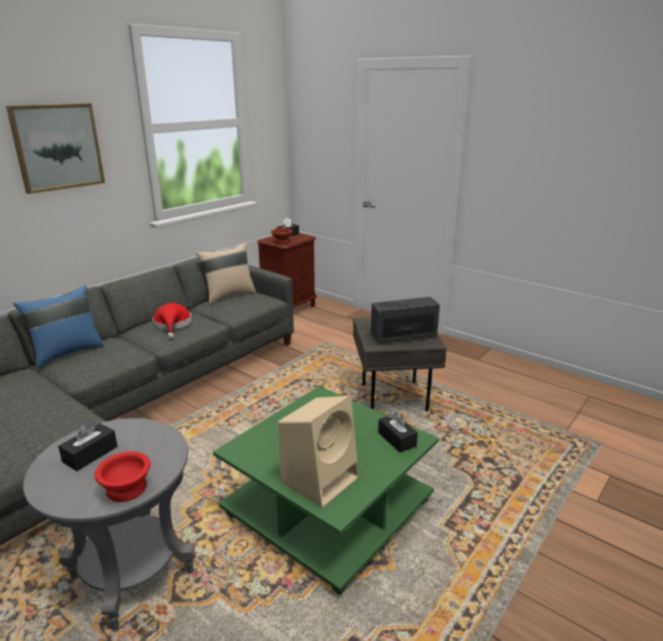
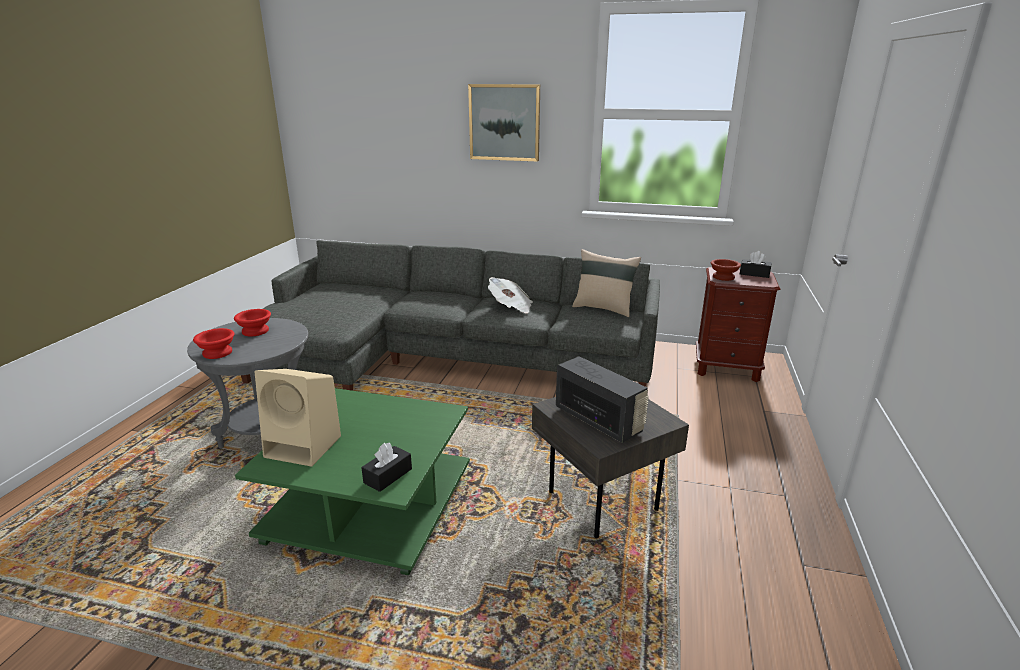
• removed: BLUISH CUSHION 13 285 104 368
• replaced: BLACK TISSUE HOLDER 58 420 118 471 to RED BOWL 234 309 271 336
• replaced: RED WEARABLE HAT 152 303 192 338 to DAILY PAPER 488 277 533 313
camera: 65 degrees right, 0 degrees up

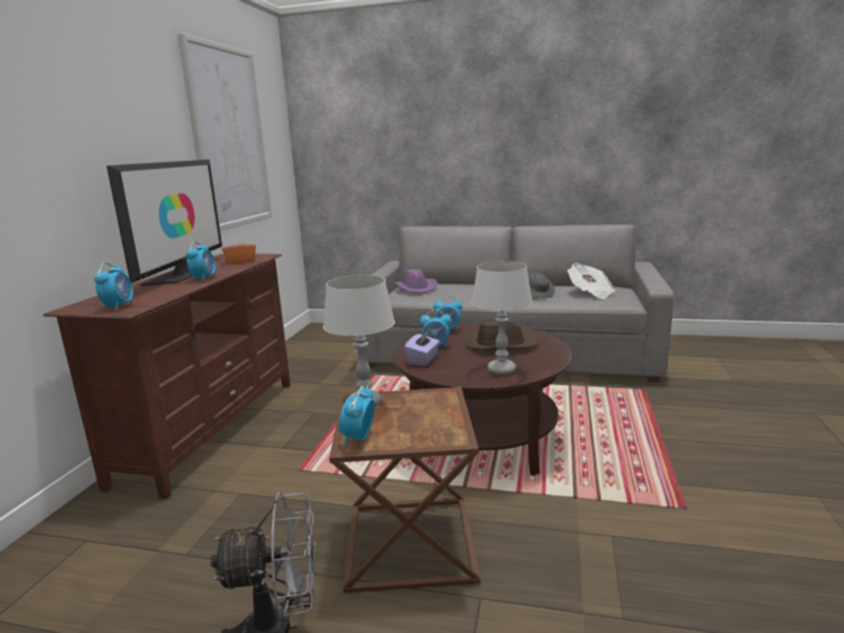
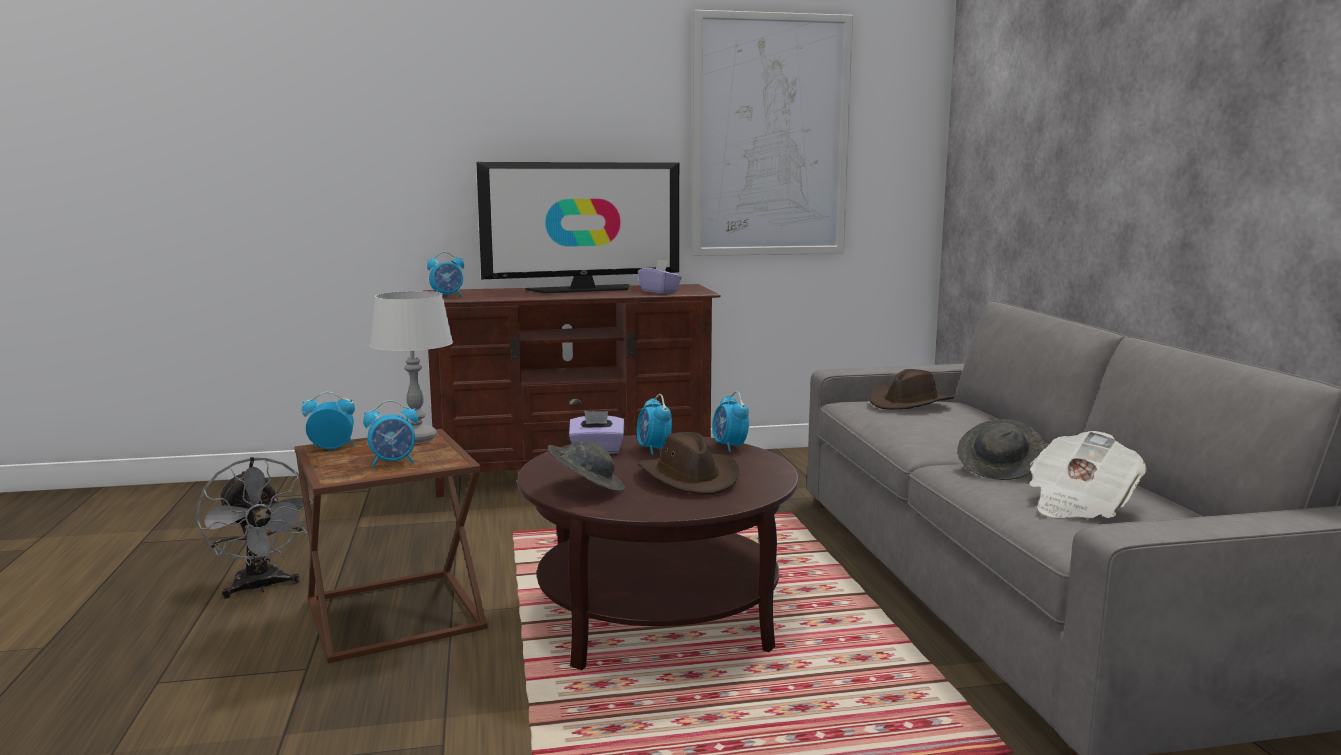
• moved: TABLE CLOCK 186 241 216 281 to 363 400 418 467
• replaced: GRAY TABLETOP LAMP 472 261 533 375 to GRAY WEARABLE HAT 548 441 625 491
• recoloured: ORANGE TISSUE HOLDER 222 236 256 264 to PURPLE-COLOURED TISSUE HOLDER 638 260 682 294
• recoloured: PURPLE-COLOURED WEARABLE HAT 394 269 437 293 to BROWNISH WEARABLE HAT 869 369 954 410
camera: 65 degrees right, 5 degrees down

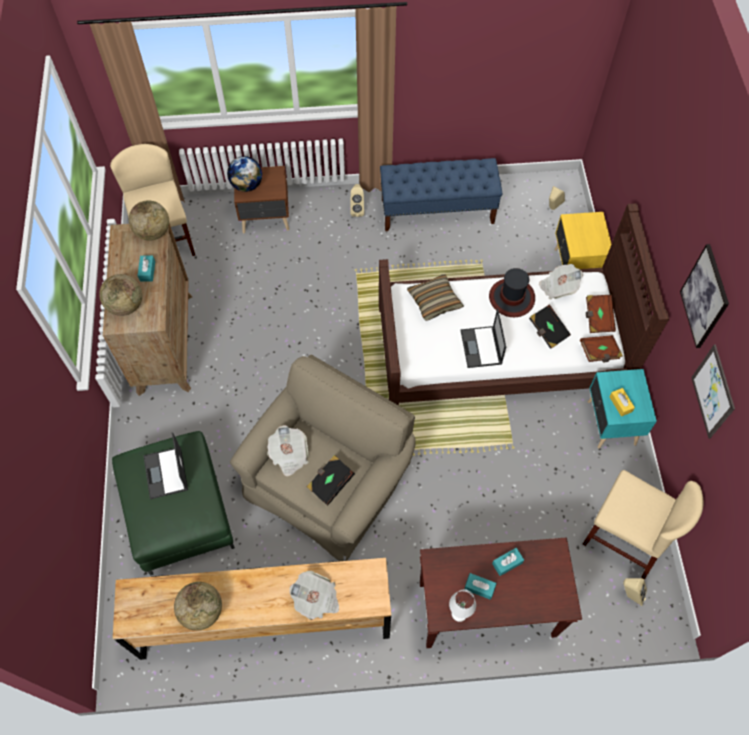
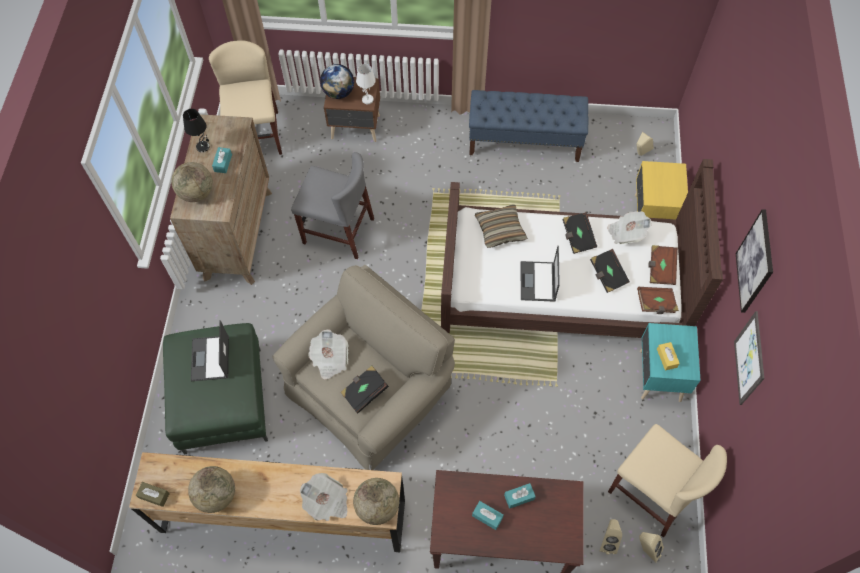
• added: BROWNISH TISSUE HOLDER 136 482 170 507
• added: BLACK TABLETOP LAMP 183 109 210 152
• added: GRAY UPRIGHT CHAIR 291 152 374 259
• moved: GLOBE 129 200 169 240 to 353 478 399 525
• moved: BEIGE-COLOURED AUDIO SPEAKER 350 184 364 217 to 600 519 622 555
• moved: WHITE TABLETOP LAMP 449 589 476 622 to 356 64 376 104
• replaced: WEARABLE HAT 489 268 535 317 to BLACK BOUND BOOK 562 212 597 254
camera: 10 degrees right, 0 degrees up

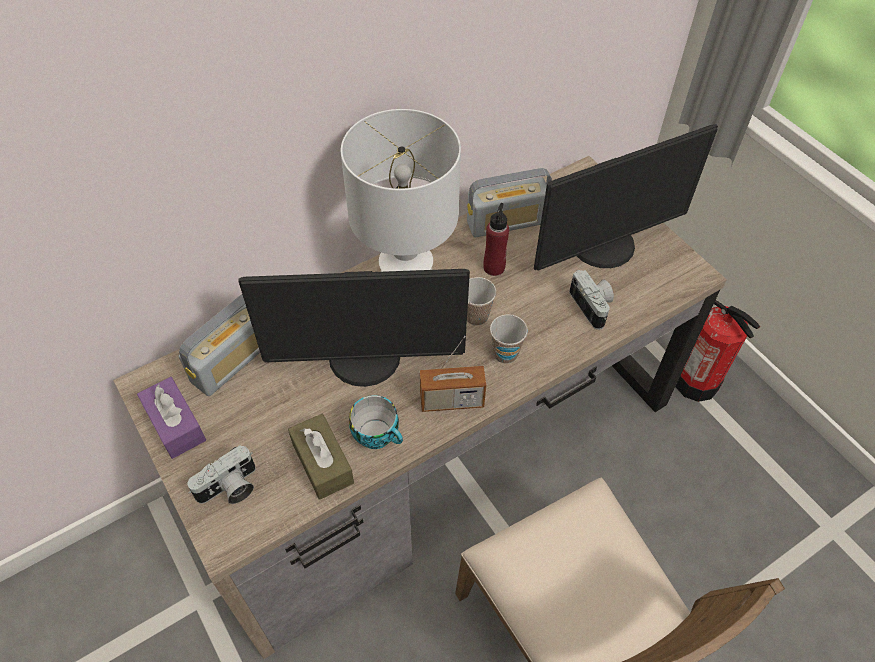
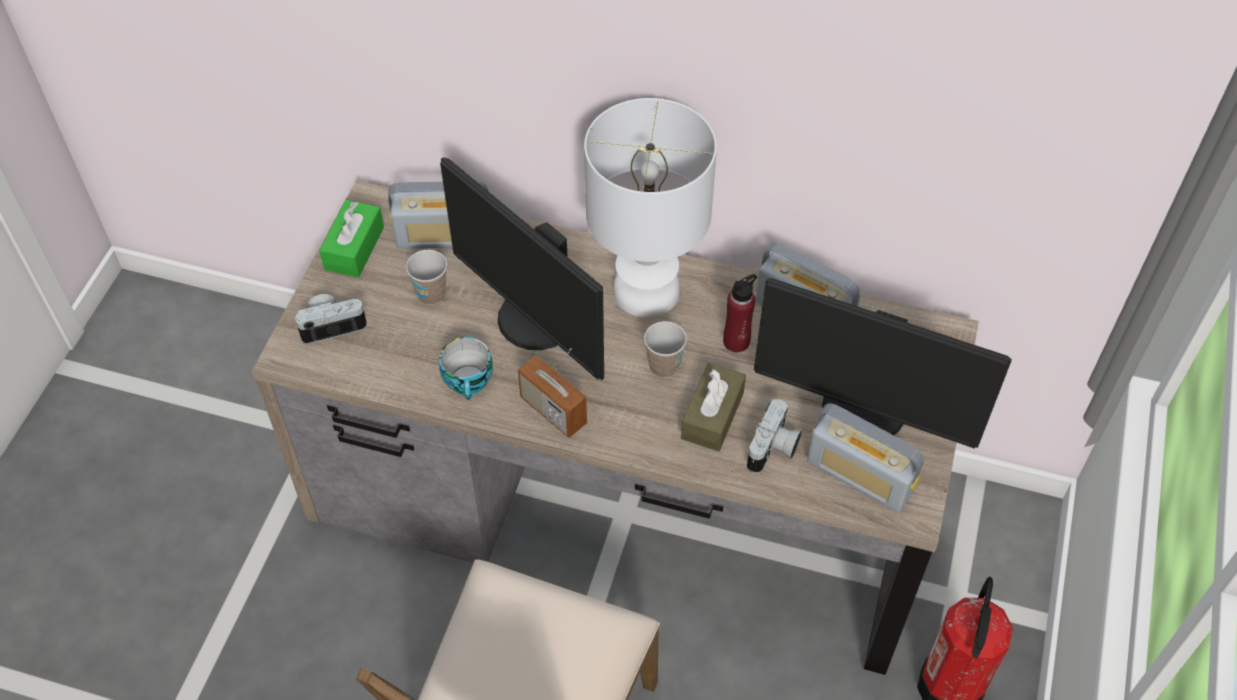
• added: RADIO 807 403 924 512
• moved: BROWNISH TISSUE HOLDER 288 414 354 500 to 681 363 746 452
• moved: SMALL CUP 490 314 528 364 to 406 250 447 305
• recoloured: PURPLE-COLOURED TISSUE HOLDER 137 377 206 459 to GREEN-COLOURED TISSUE HOLDER 319 200 384 277
• turned: STILL CAMERA 187 445 255 504 = 295 294 367 344 150 degrees clockwise
camera: 50 degrees right, 0 degrees up

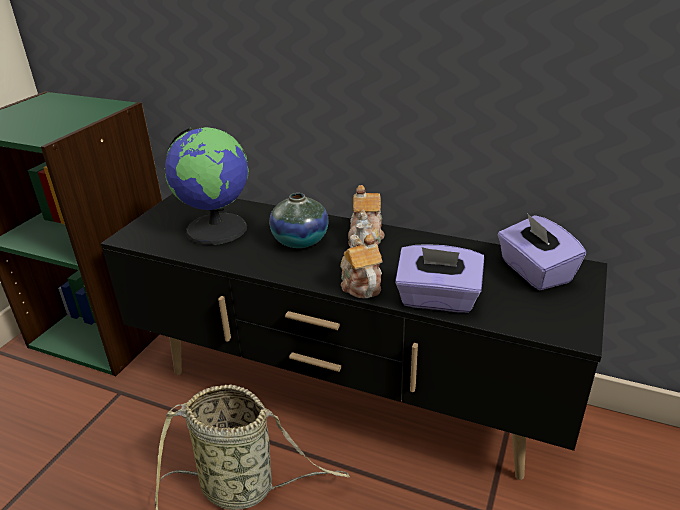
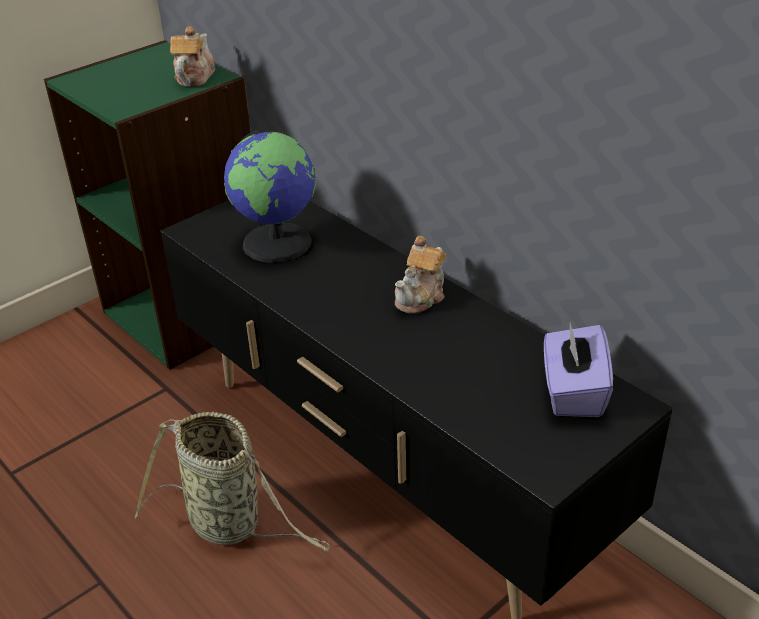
• removed: DECORATIVE VASE 269 193 329 248
• removed: PURPLE-COLOURED TISSUE HOLDER 395 244 484 313
• moved: TEA POT 340 234 382 298 to 170 26 215 87
camera: 25 degrees right, 5 degrees up

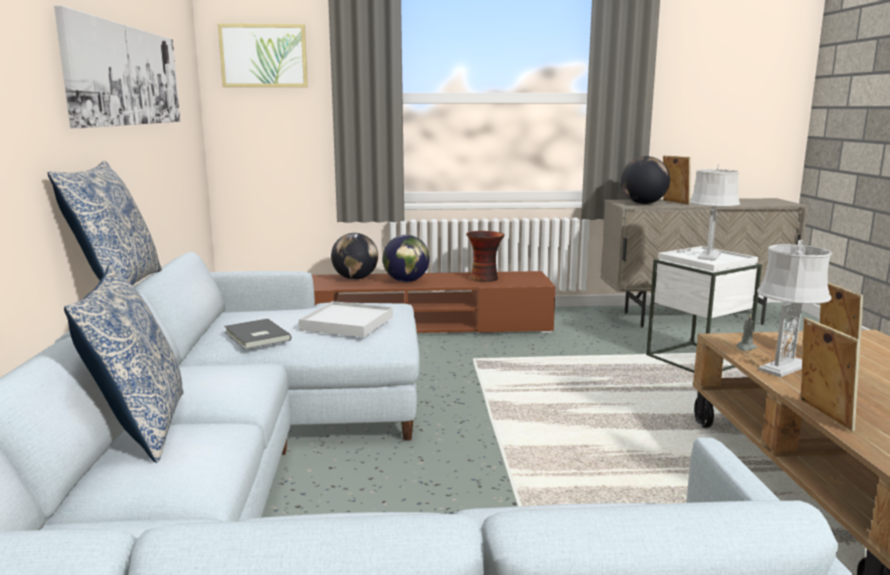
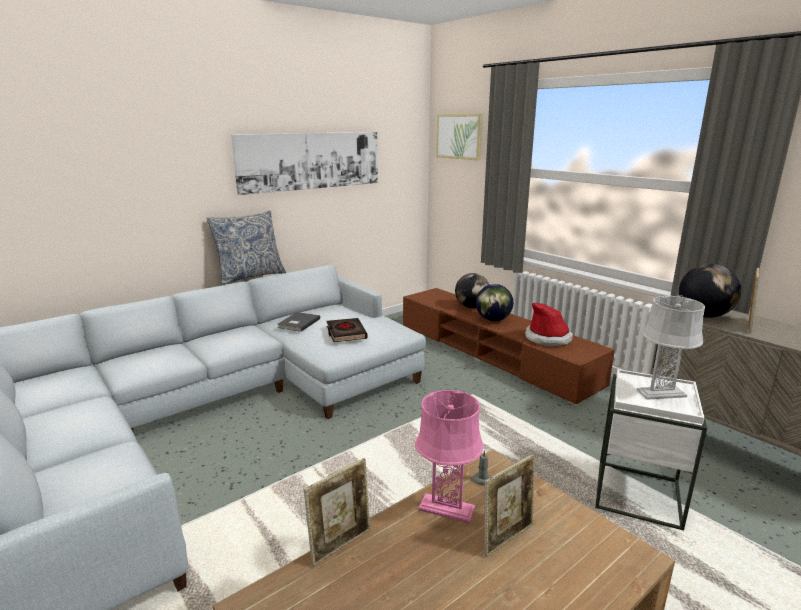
• removed: CUSHION 64 265 183 463
• replaced: WHITE TRAY 299 301 393 337 to BLACK BOUND BOOK 327 318 368 342
• replaced: DECORATIVE VASE 466 231 505 282 to WEARABLE HAT 525 303 573 347
• recoloured: GRAY TABLETOP LAMP 757 240 831 377 to PINKISH TABLETOP LAMP 415 390 483 523
camera: 55 degrees right, 5 degrees up

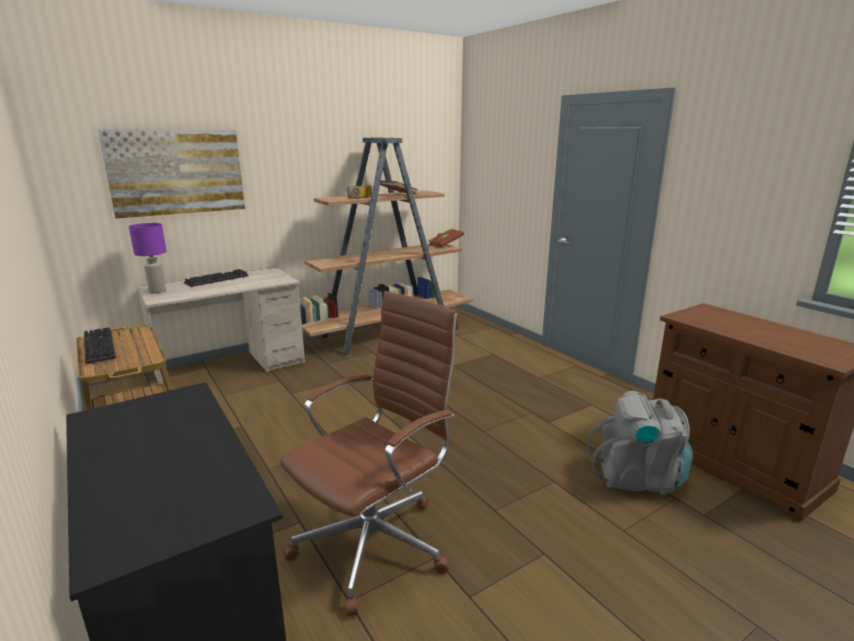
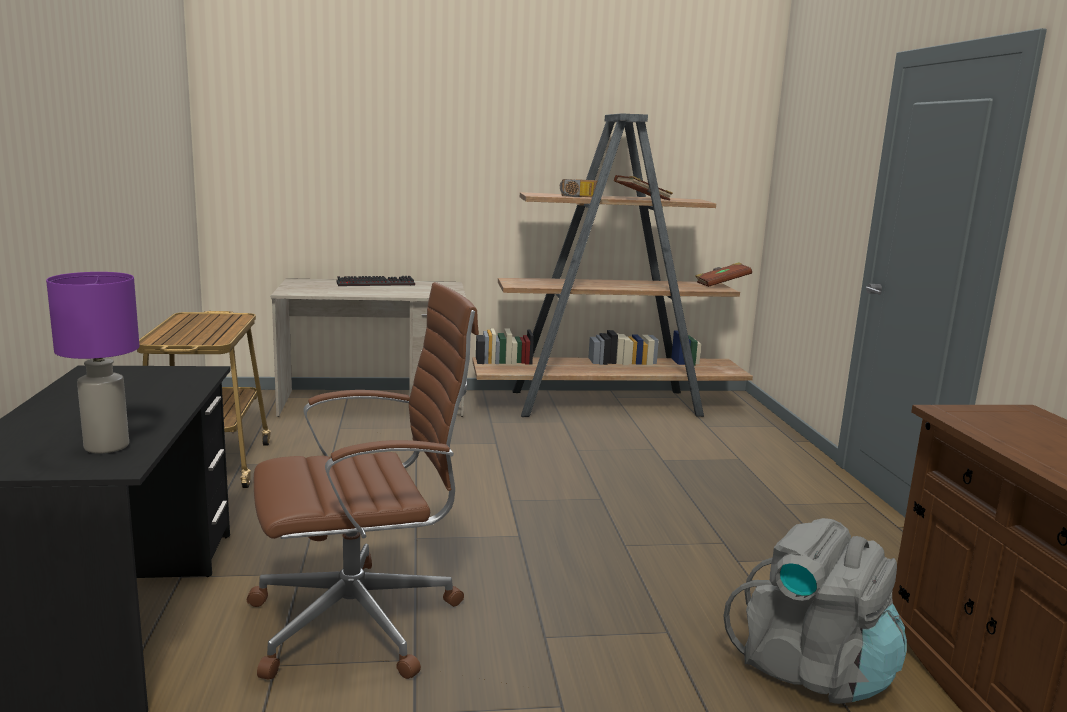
• removed: KEYBOARD 84 327 116 364
• removed: WALL PICTURE 98 130 245 218
• moved: PURPLE-COLOURED TABLETOP LAMP 129 223 167 294 to 46 272 139 454
camera: 25 degrees right, 5 degrees down

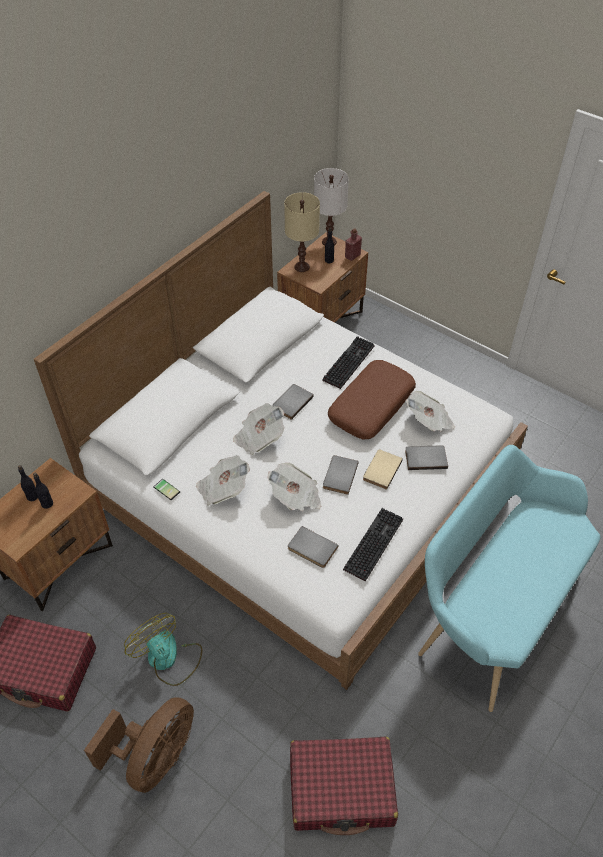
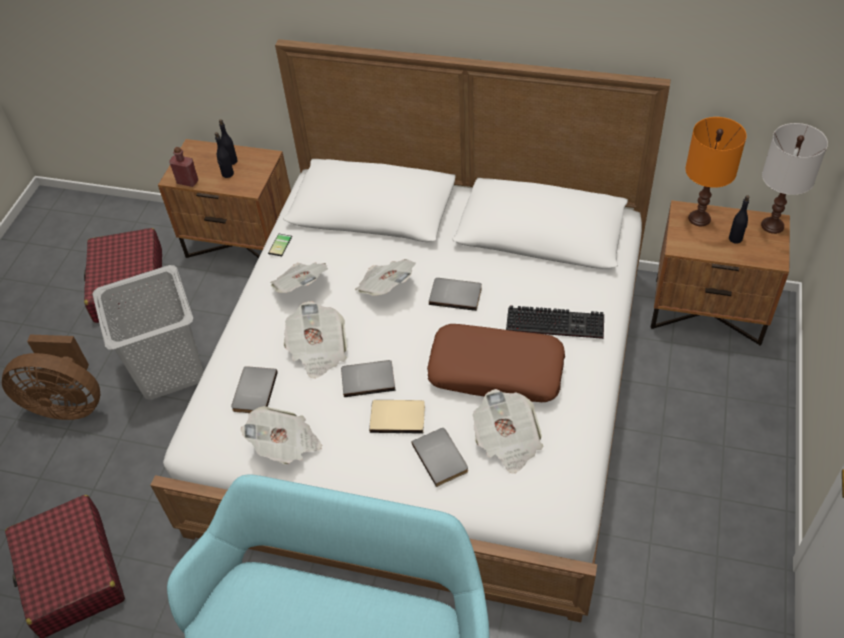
• moved: RED DRINK BOTTLE 345 228 362 261 to 169 147 198 187
• replaced: ELECTRIC FAN 124 613 202 686 to GRAY WASHING BASKET 93 265 204 400
• replaced: KEYBOARD 343 508 403 581 to DAILY PAPER 241 406 322 464
• recoloured: BEIGE-COLOURED TABLETOP LAMP 284 192 320 272 to ORANGE TABLETOP LAMP 685 117 747 226
camera: 70 degrees right, 0 degrees up

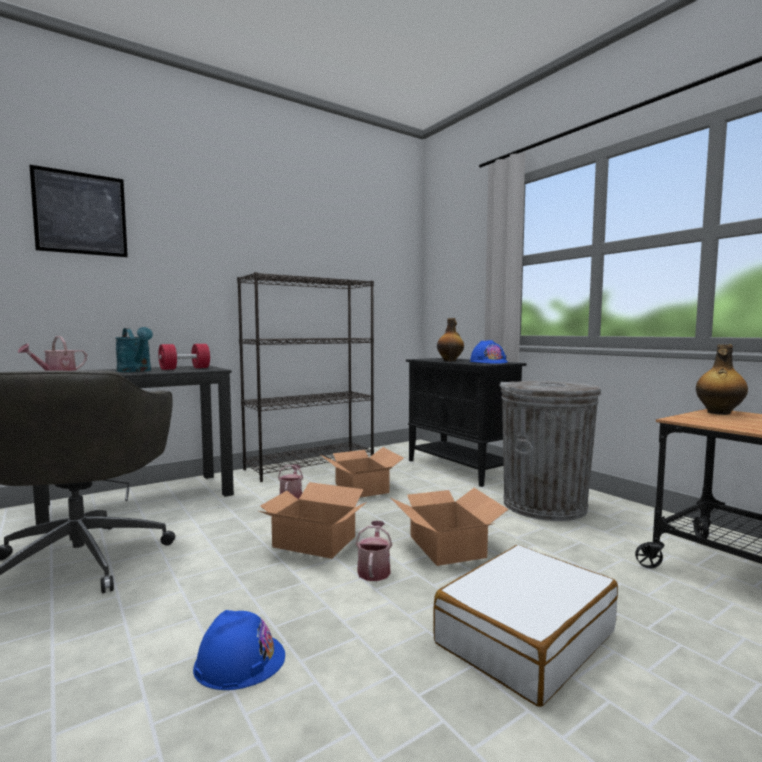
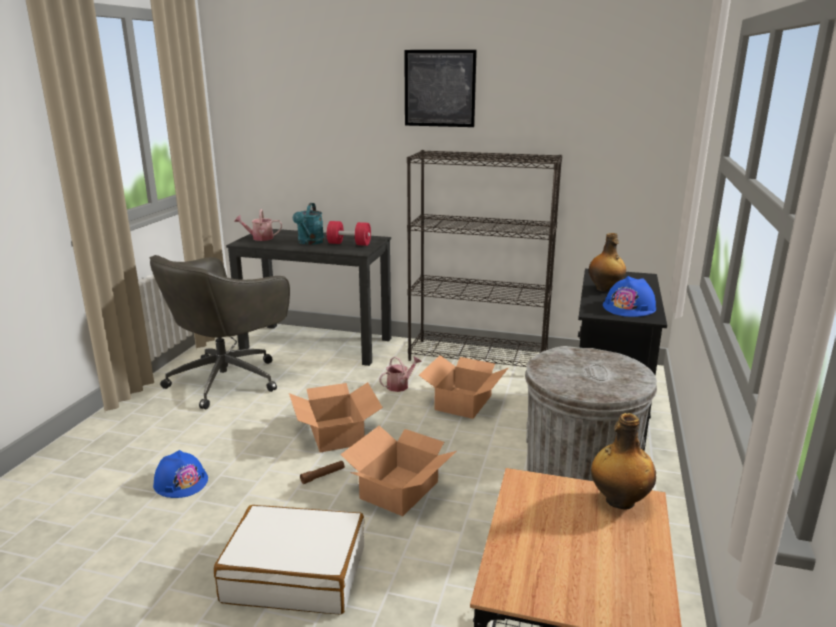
• moved: WALL PICTURE 29 165 128 257 to 404 50 477 127
• replaced: WATERING CAN 356 521 392 581 to BROWNISH FLASHLIGHT 300 461 345 484
camera: 50 degrees right, 15 degrees up

